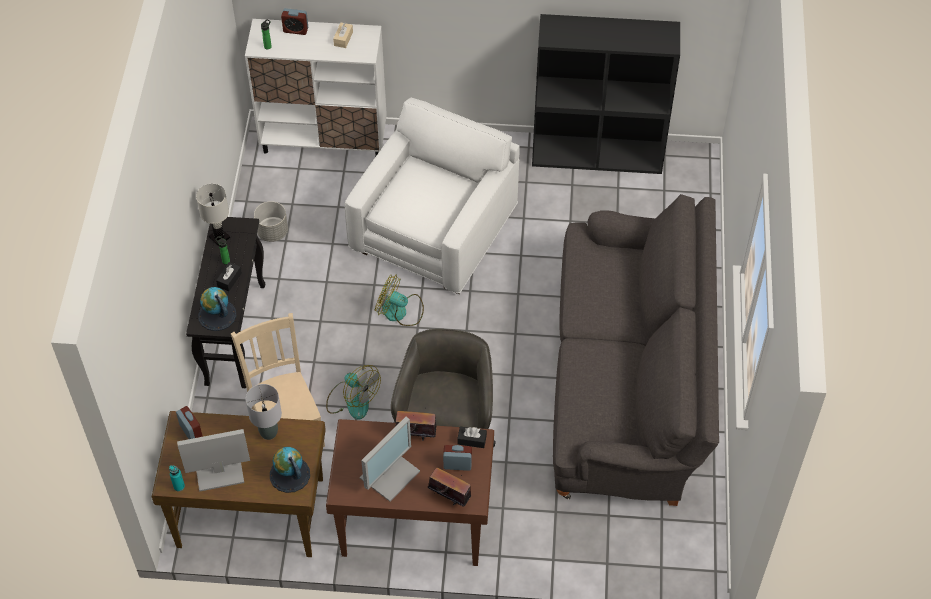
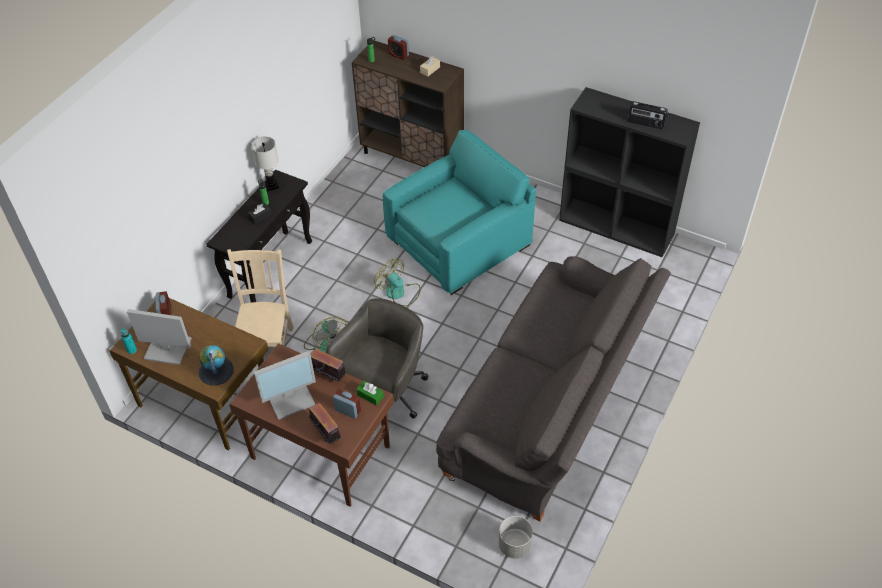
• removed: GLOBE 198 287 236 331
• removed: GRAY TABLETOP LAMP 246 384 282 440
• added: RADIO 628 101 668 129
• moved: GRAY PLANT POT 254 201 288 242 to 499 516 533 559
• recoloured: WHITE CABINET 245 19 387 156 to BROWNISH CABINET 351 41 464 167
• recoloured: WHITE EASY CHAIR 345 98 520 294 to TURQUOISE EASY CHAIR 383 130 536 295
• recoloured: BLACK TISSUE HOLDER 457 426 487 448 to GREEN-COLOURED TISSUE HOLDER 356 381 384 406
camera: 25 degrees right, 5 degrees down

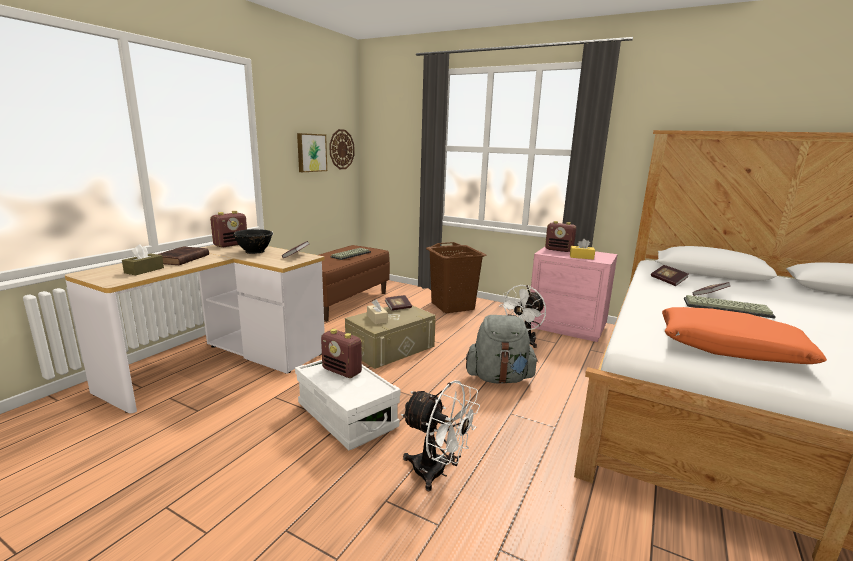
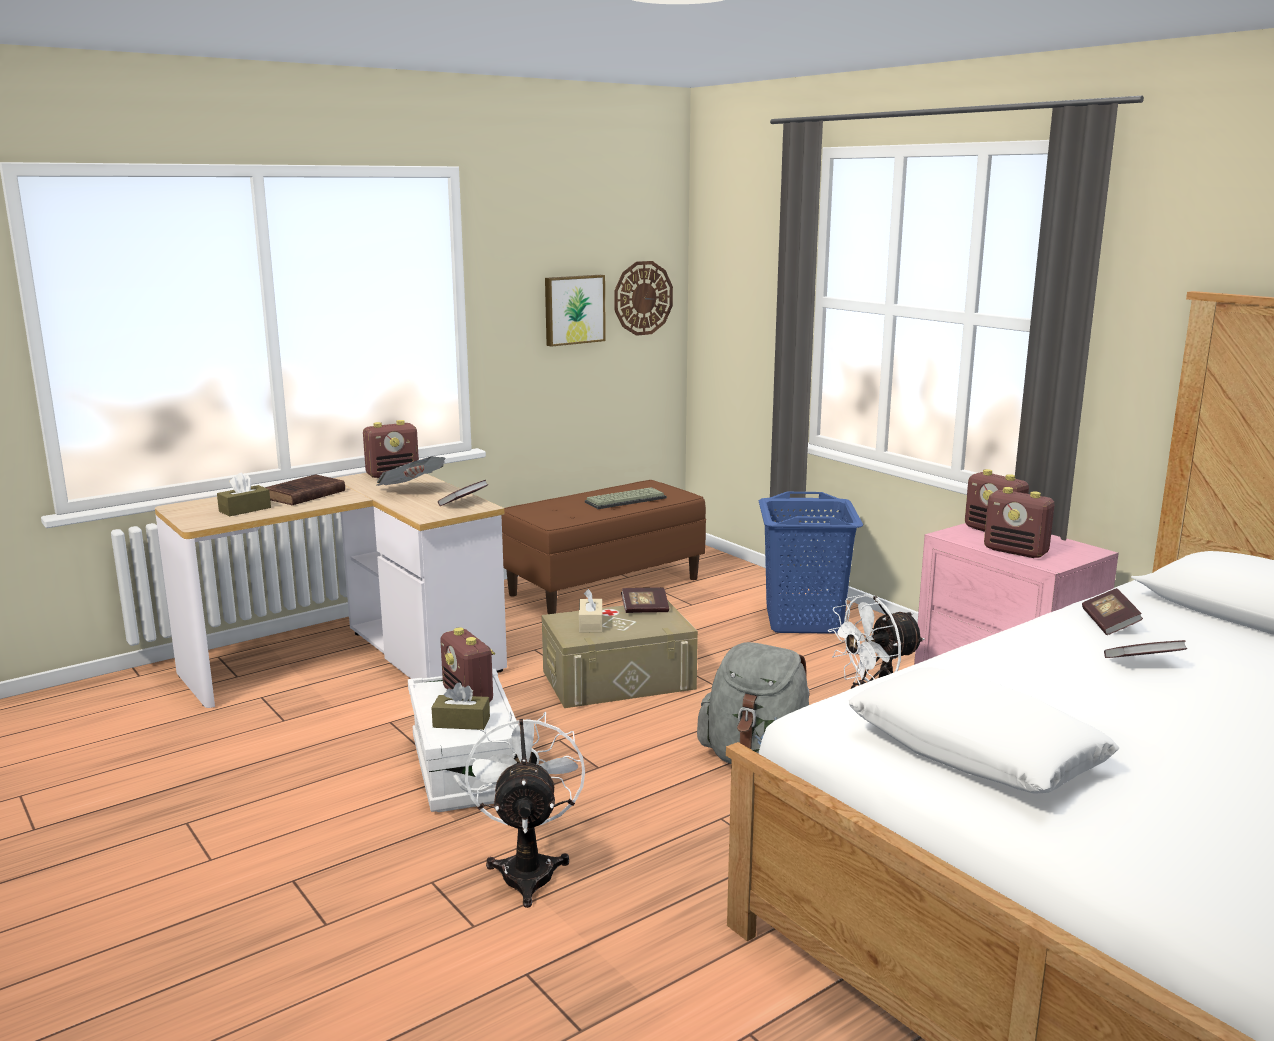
• removed: KEYBOARD 684 295 776 319
• added: BROWNISH TISSUE HOLDER 431 683 490 730
• replaced: BLACK BOWL 233 229 273 254 to DAILY PAPER 377 456 446 486
• replaced: YELLOW TISSUE HOLDER 570 239 595 260 to RADIO 984 487 1055 558
• recoloured: BROWNISH WASHING BASKET 426 242 487 313 to BLUISH WASHING BASKET 759 492 863 634
• recoloured: ORANGE CUSHION 662 307 827 364 to WHITE CUSHION 849 667 1119 794
• turned: WHITE ELECTRIC FAN 401 380 480 491 = 465 711 585 908 150 degrees counterclockwise
camera: 25 degrees right, 0 degrees up

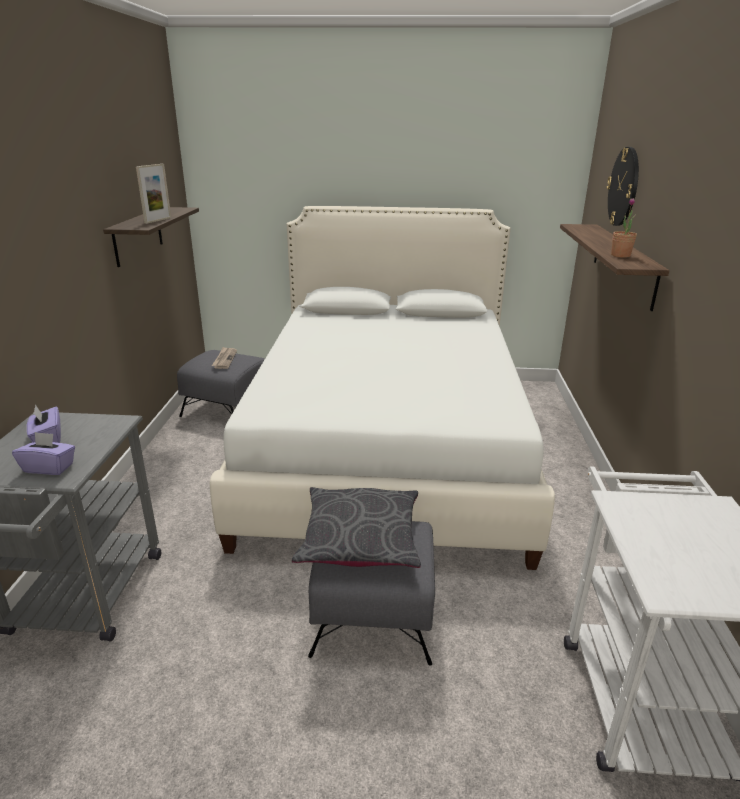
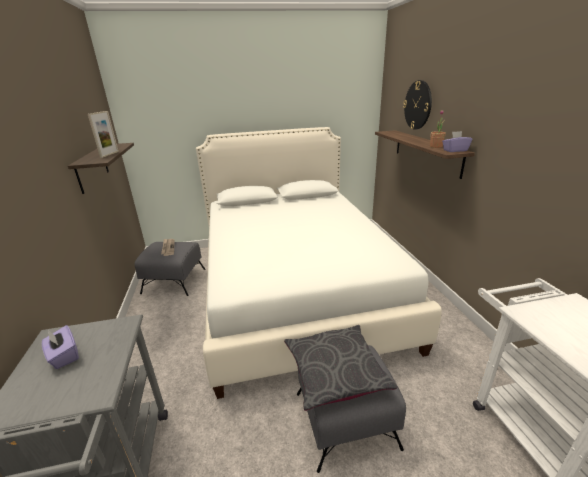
• moved: PURPLE-COLOURED TISSUE HOLDER 12 432 75 475 to 442 131 472 152
camera: 15 degrees left, 0 degrees up

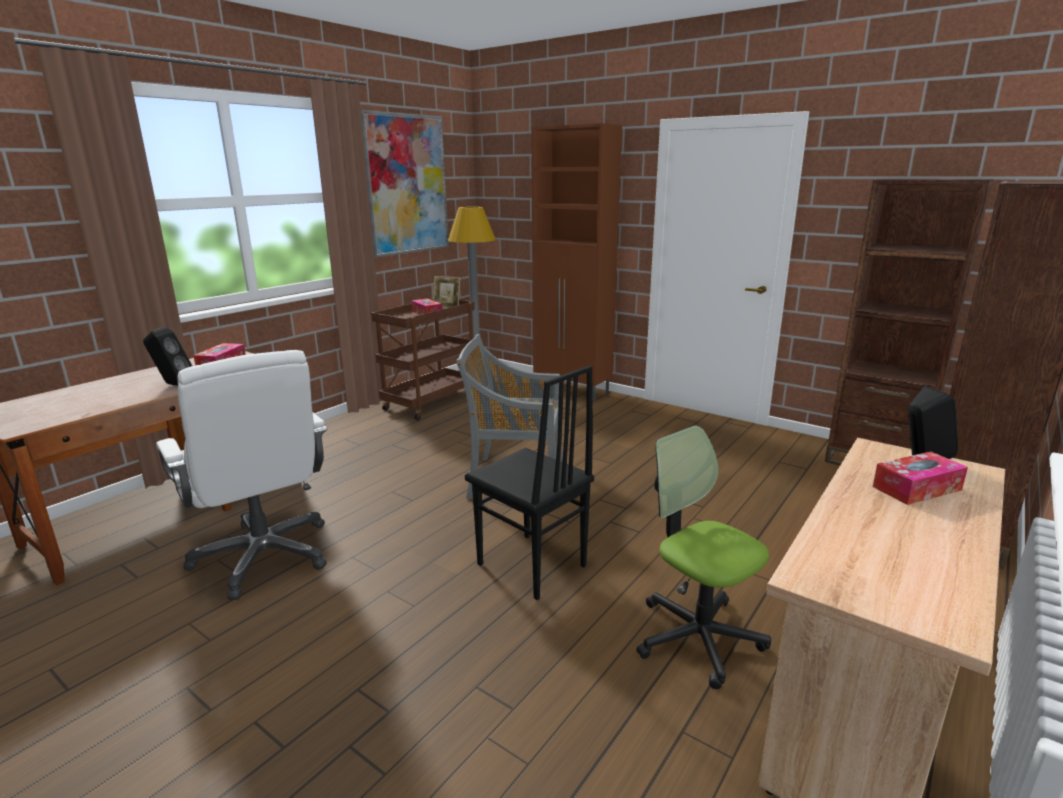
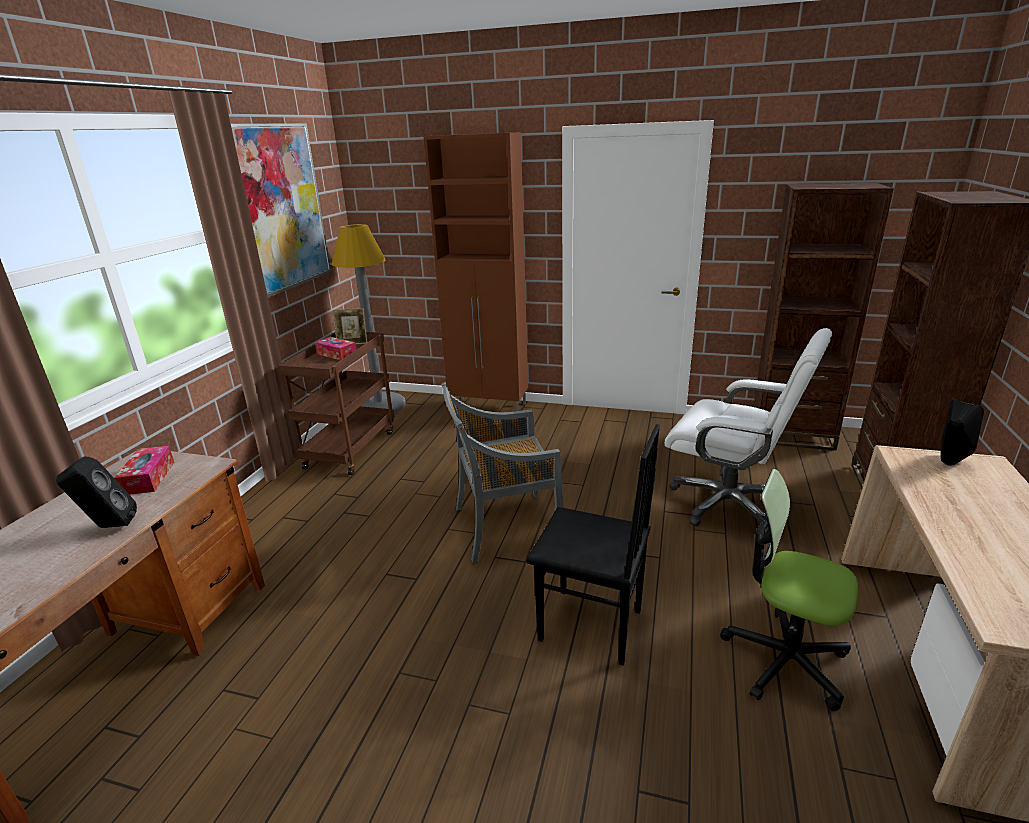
• removed: TISSUE HOLDER 873 451 968 505
• moved: WHITE COMPUTER CHAIR 156 350 328 600 to 664 328 832 533
camera: 20 degrees left, 5 degrees up

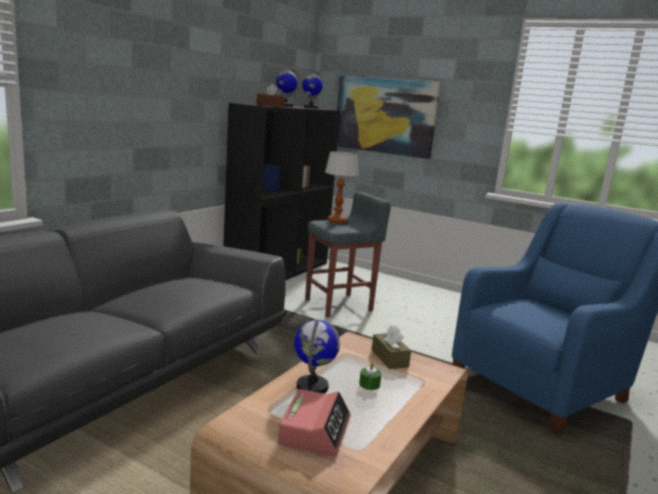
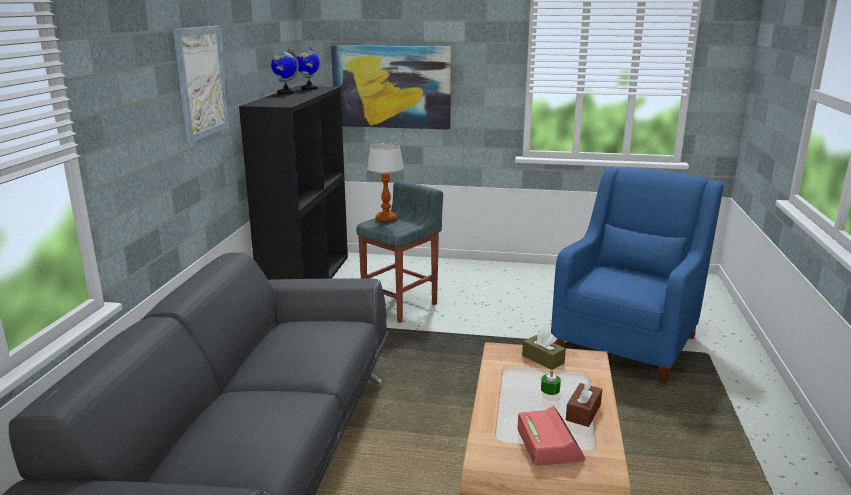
• removed: GLOBE 294 320 340 393
• added: WALL PICTURE 173 26 229 143
• moved: BROWNISH TISSUE HOLDER 256 84 285 107 to 566 379 602 427
camera: 20 degrees left, 5 degrees up

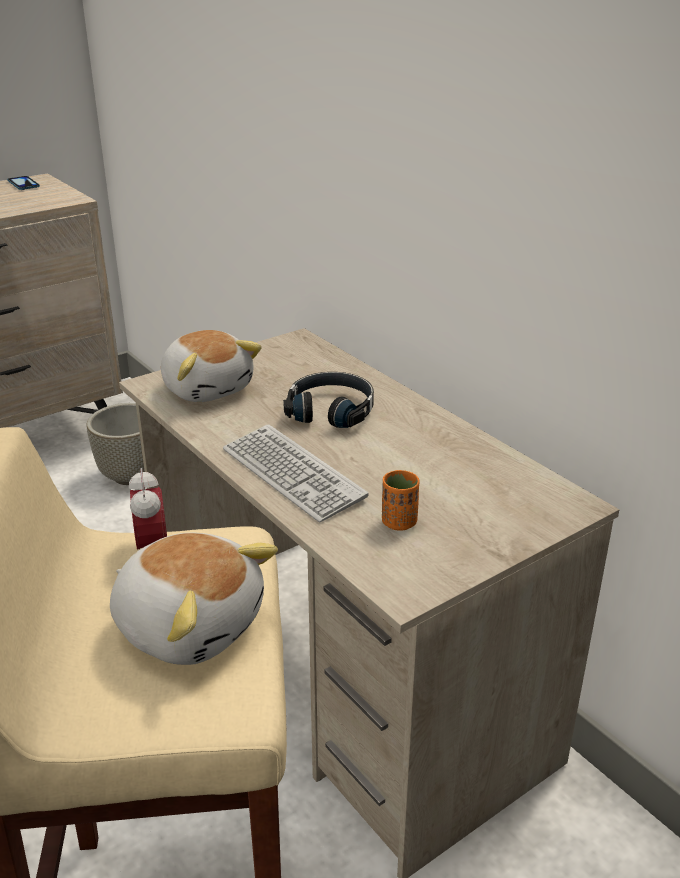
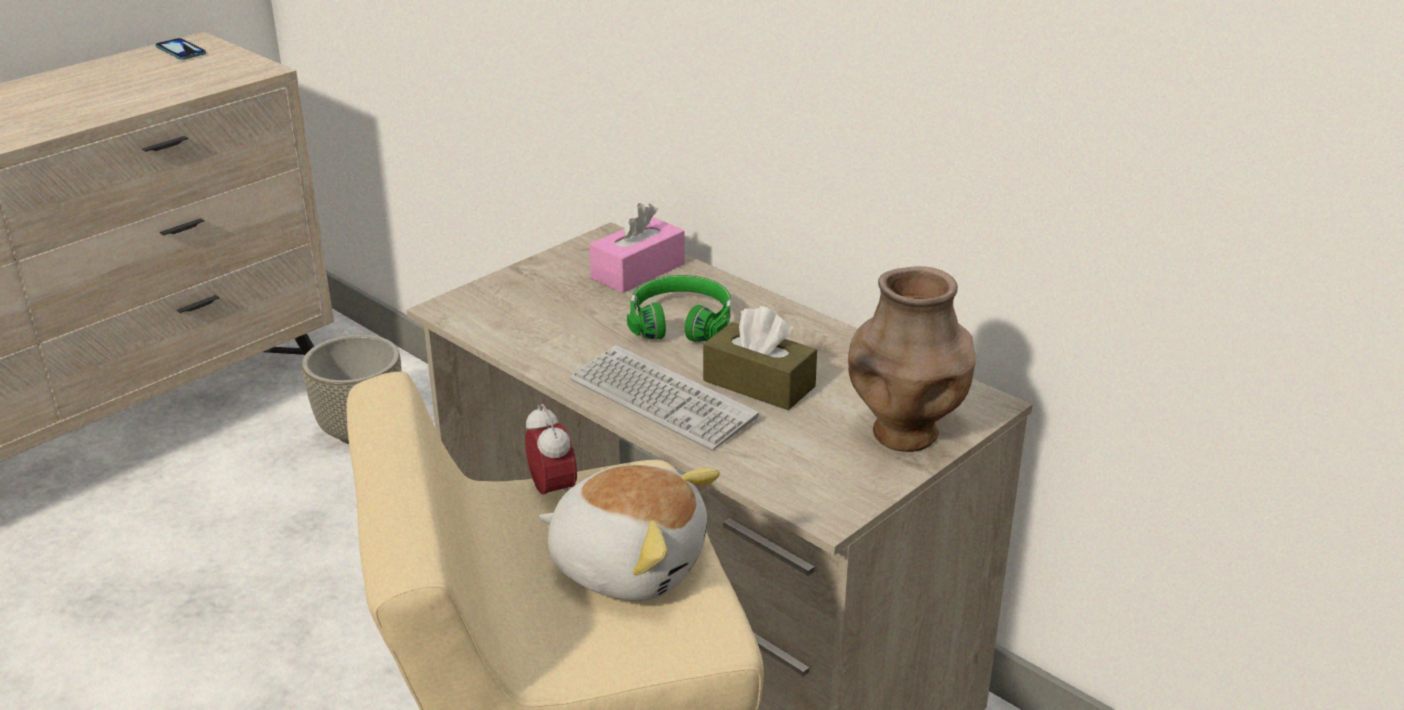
• removed: SOFT TOY 161 330 262 402
• removed: ORANGE SMALL CUP 382 470 419 531
• added: PINKISH TISSUE HOLDER 590 203 685 293
• added: BROWNISH TISSUE HOLDER 703 306 817 410
• added: BROWNISH DECORATIVE VASE 848 266 976 452
• recoloured: BLACK HEADSET 283 372 374 428 to GREEN-COLOURED HEADSET 627 275 731 342
camera: 10 degrees left, 0 degrees up

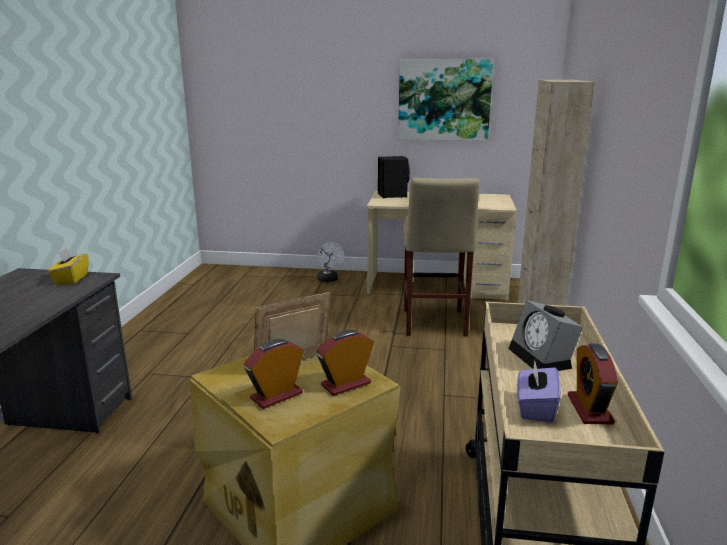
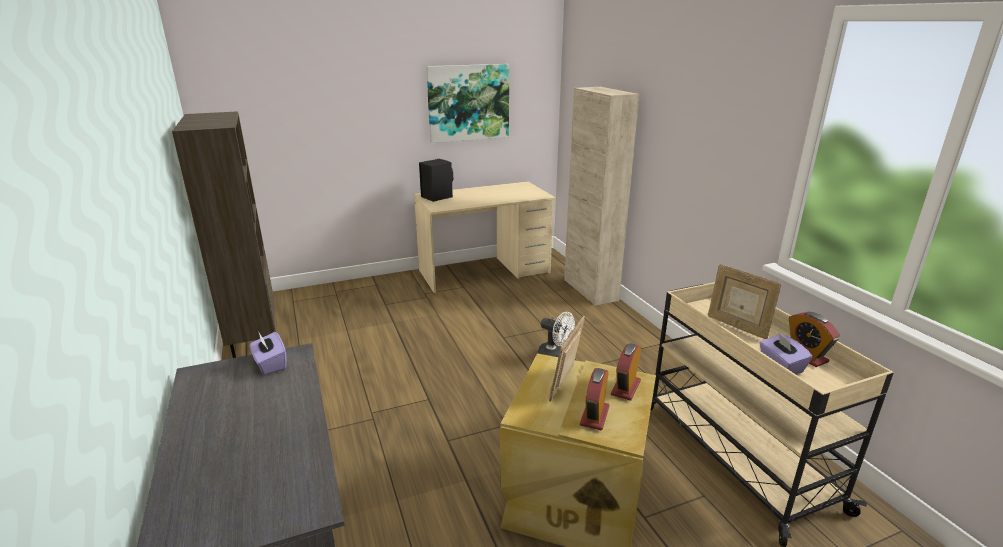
• removed: BEIGE-COLOURED STOOL 403 178 480 337
• added: BROWNISH SHELVING UNIT 172 111 276 358
• moved: WHITE ELECTRIC FAN 317 242 344 282 to 538 312 575 357
• replaced: TABLE CLOCK 509 300 583 371 to PICTURE FRAME 708 264 782 339
• recoloured: YELLOW TISSUE HOLDER 48 248 88 284 to PURPLE-COLOURED TISSUE HOLDER 250 332 287 375
camera: 30 degrees left, 5 degrees up

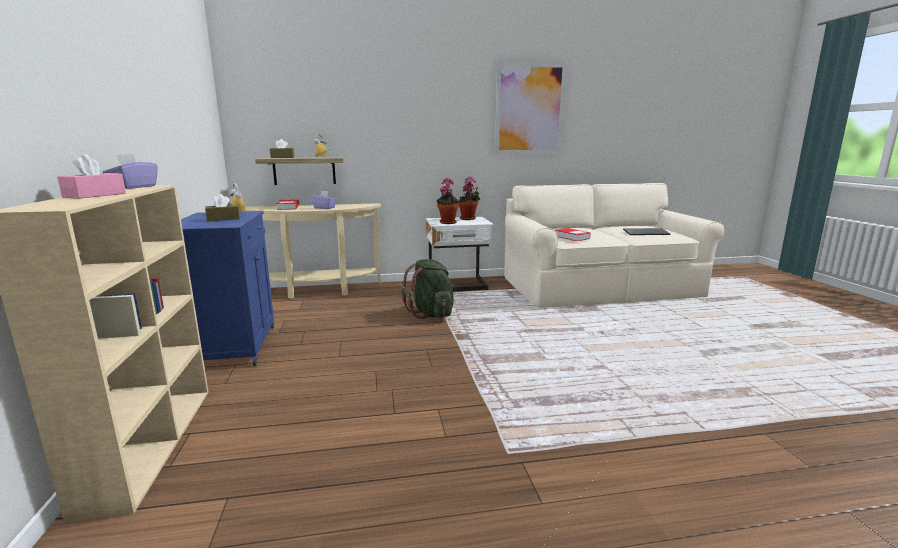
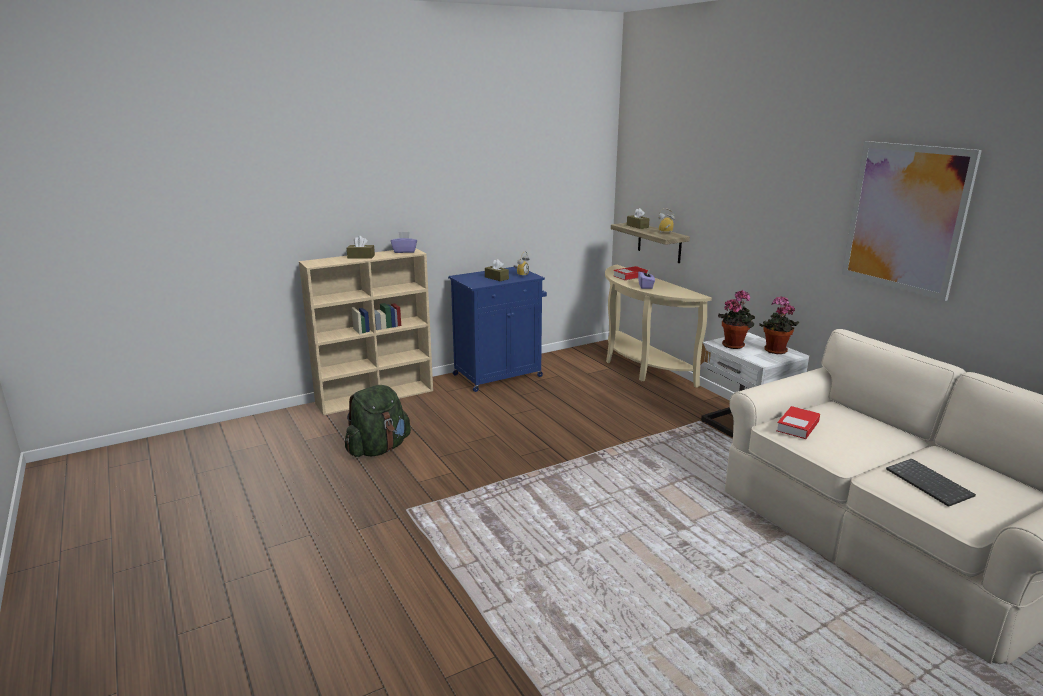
• moved: GREEN-COLOURED BACKPACK 401 259 454 319 to 345 385 411 457
• recoloured: PINKISH TISSUE HOLDER 57 154 126 199 to BROWNISH TISSUE HOLDER 347 236 375 259
camera: 70 degrees right, 5 degrees up

